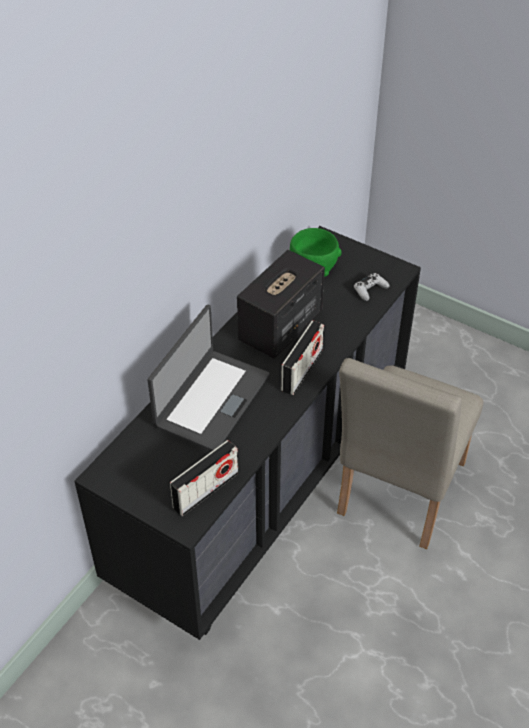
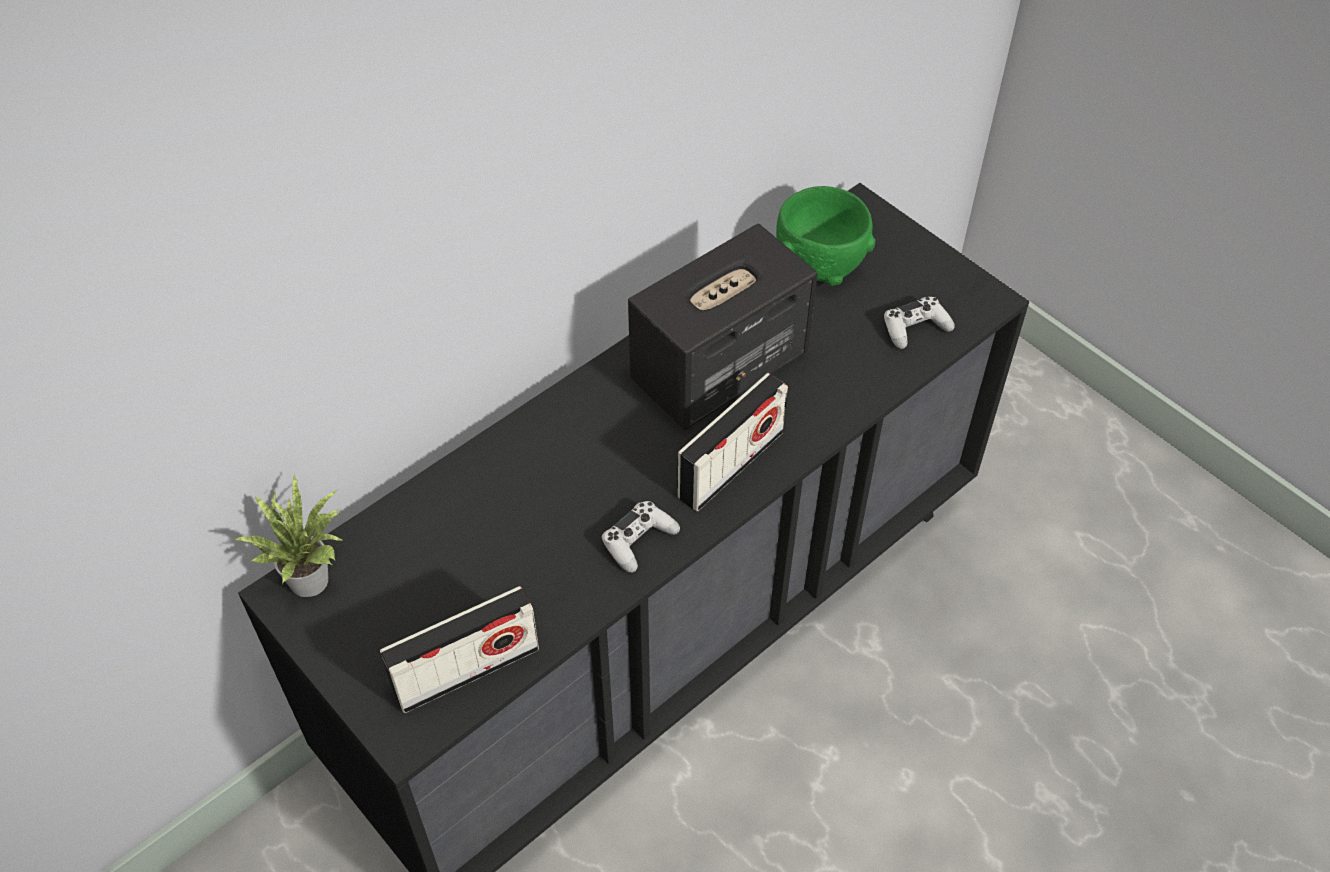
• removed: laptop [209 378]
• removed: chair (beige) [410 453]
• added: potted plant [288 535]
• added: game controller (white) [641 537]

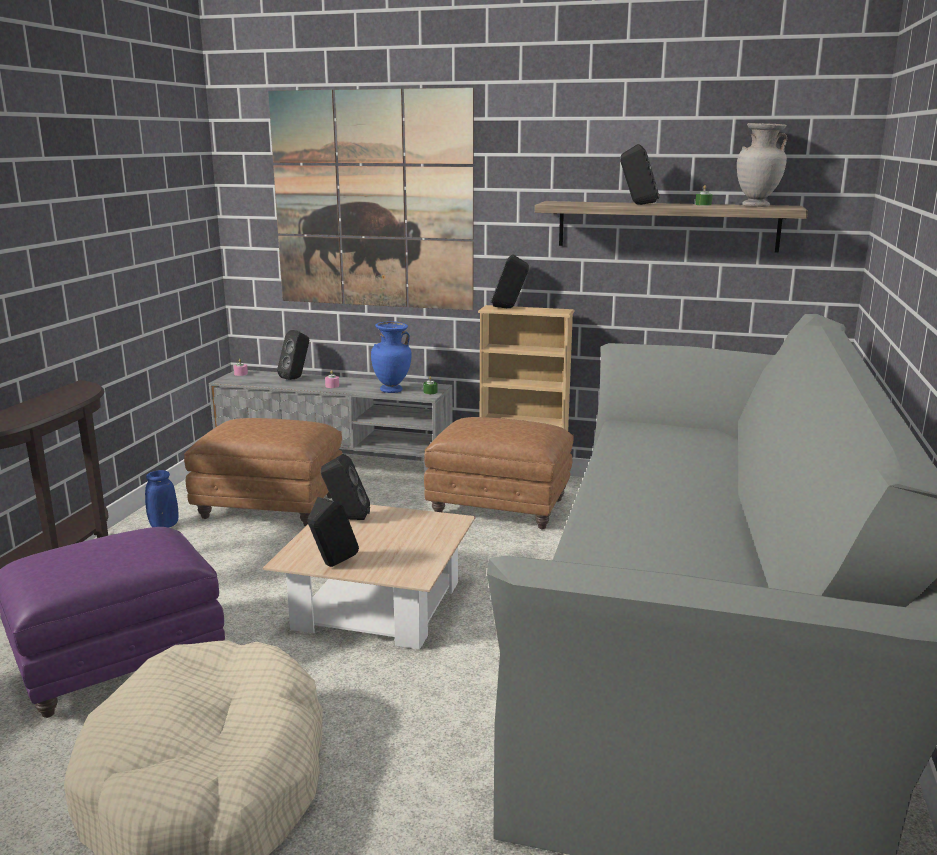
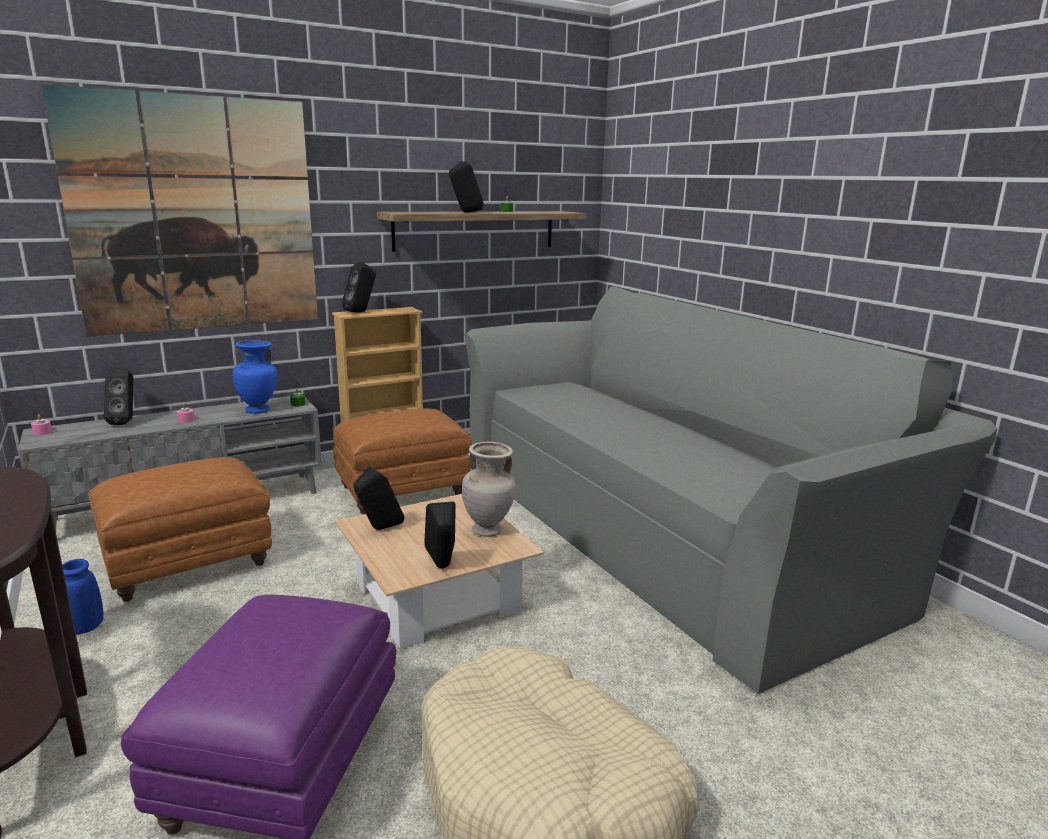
• moved: vase (beige) [762 165] to [489 489]

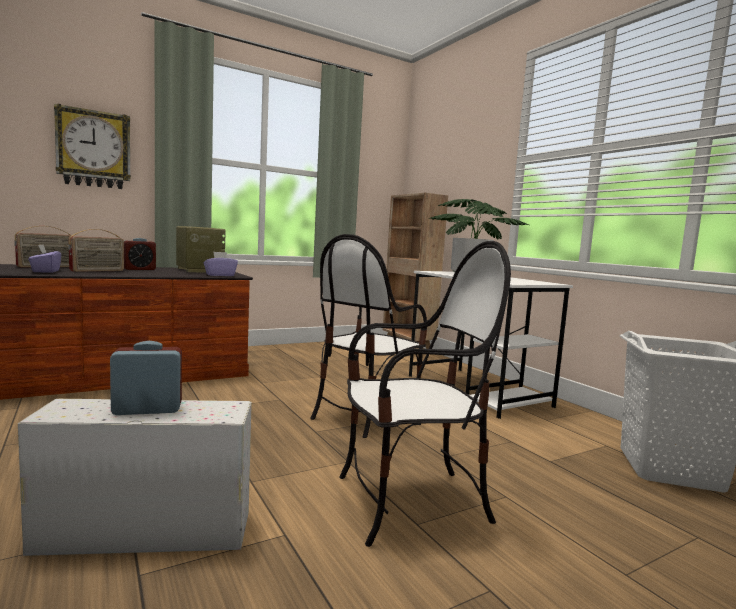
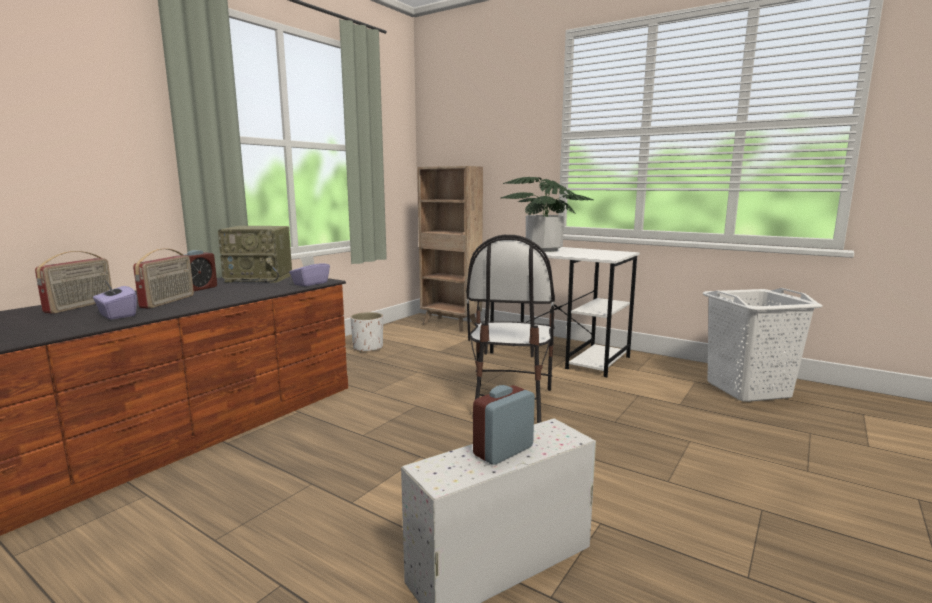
• removed: wall clock [92 146]
• removed: chair [425 394]
• added: planter (white) [366 332]
• turned: radio [200 249] = [255 254] 150 degrees clockwise

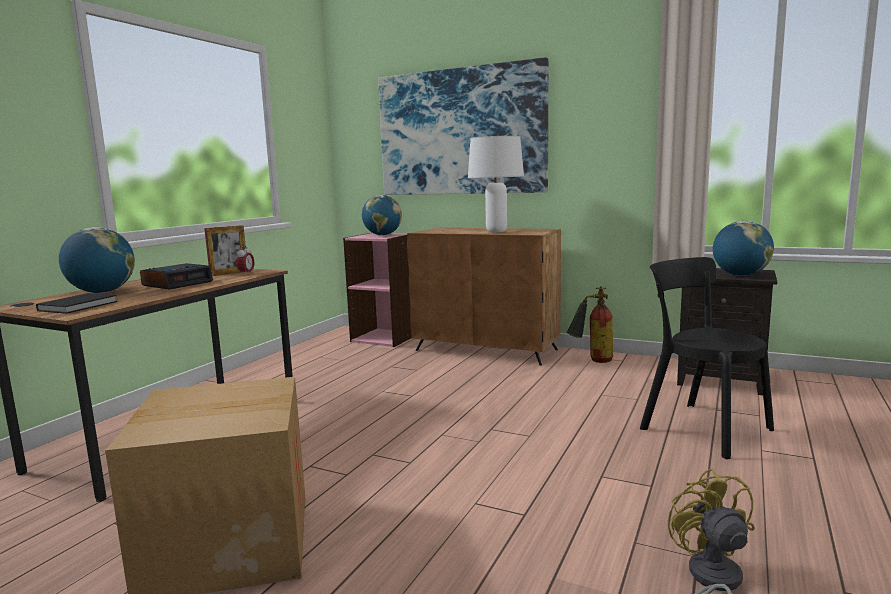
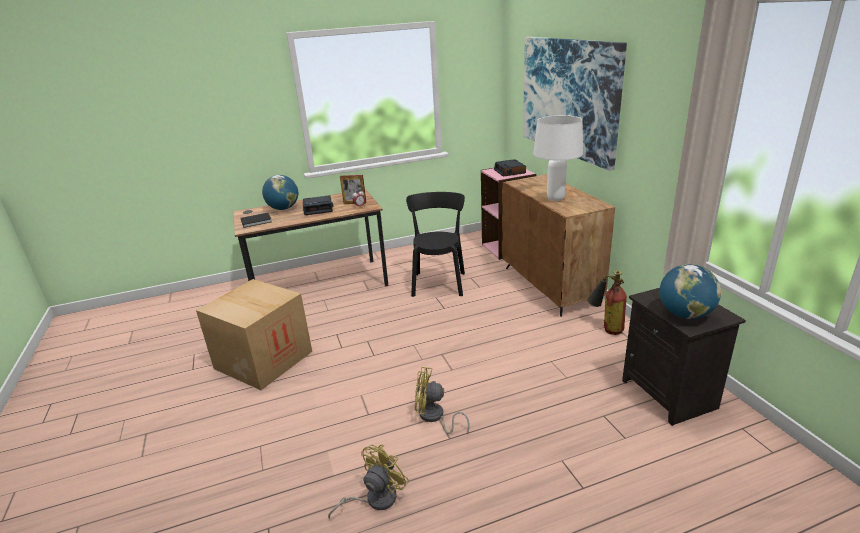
• added: fan (yellow) [442 400]
• moved: chair (black) [707 358] to [435 244]
• replaced: globe [382 215] to alarm clock [510 168]

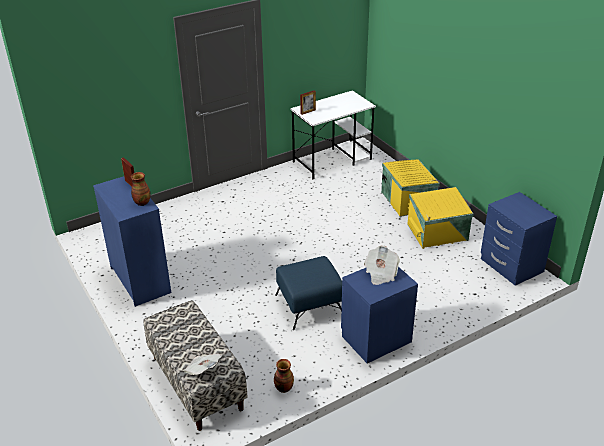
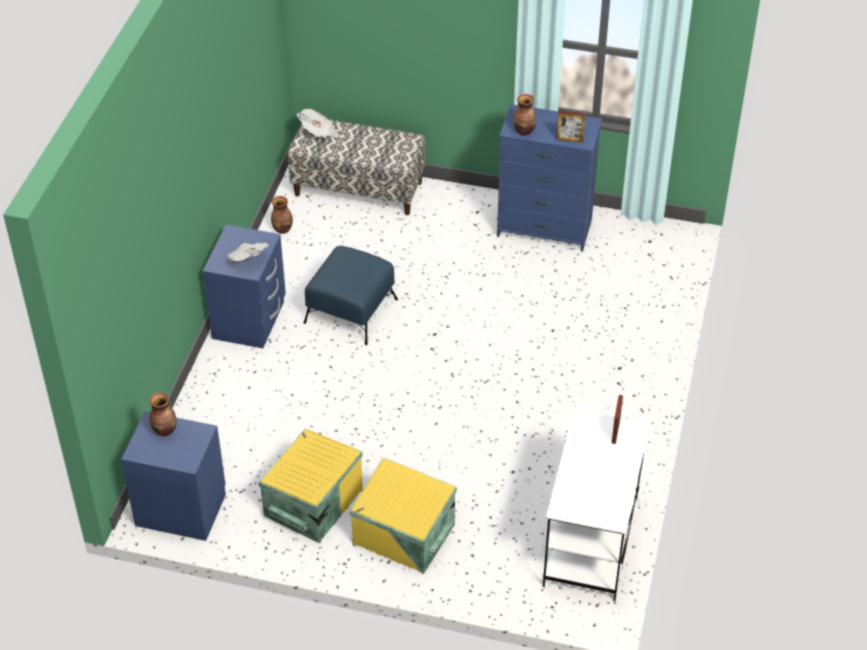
• added: vase [163 414]

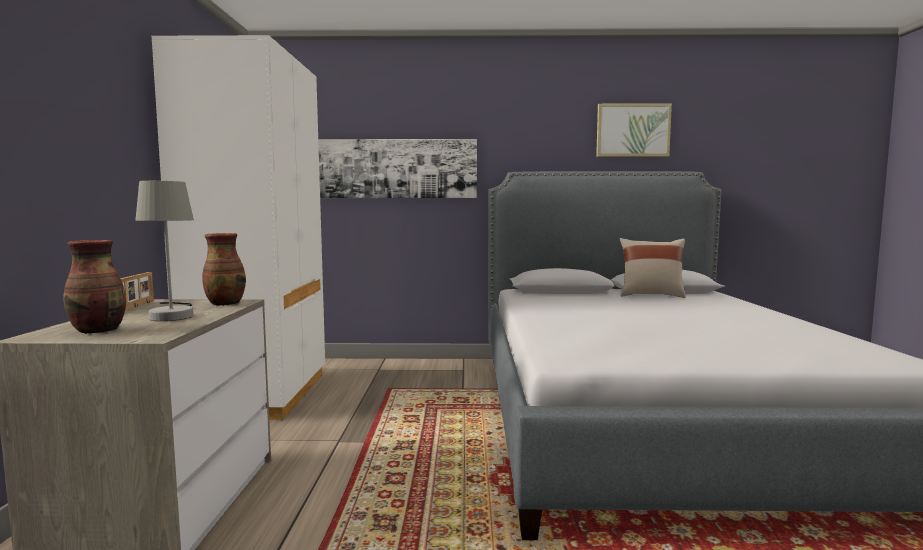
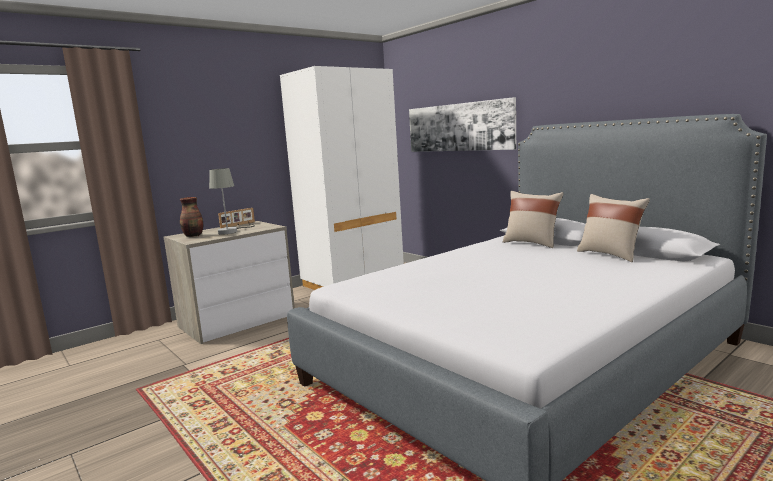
• removed: vase [224 269]
• removed: picture [634 130]
• added: pillow (beige) [533 219]

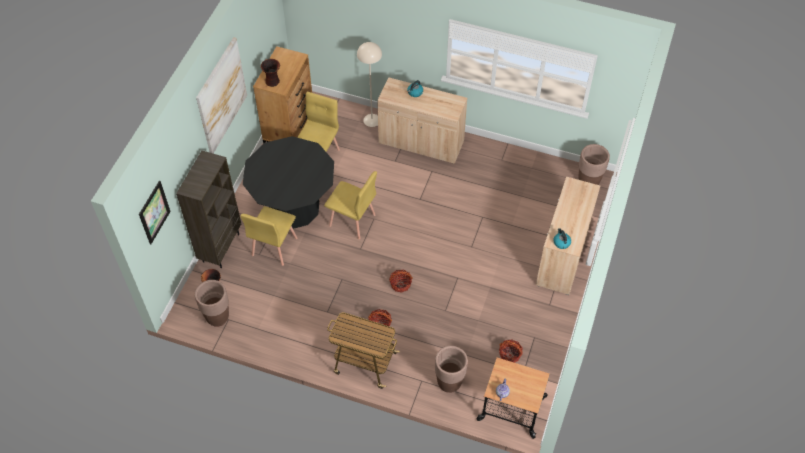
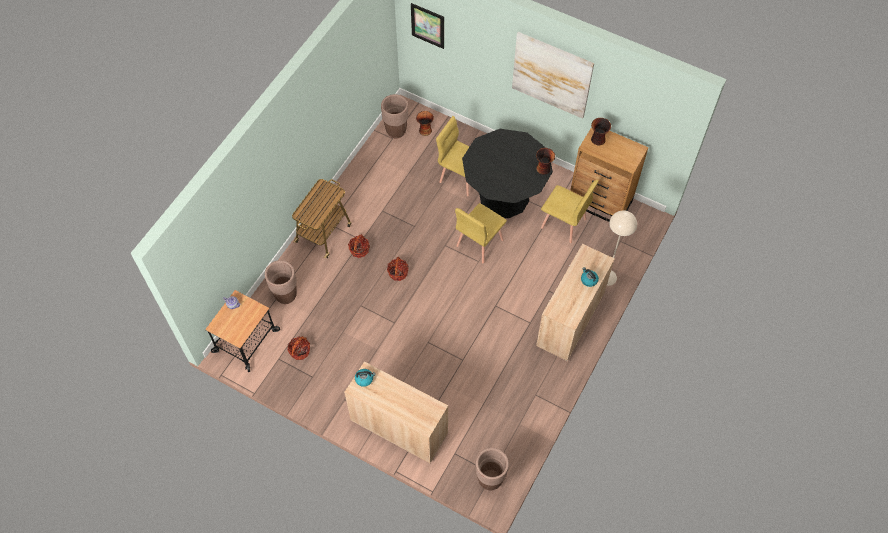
• removed: bookcase (brown) [208 209]
• added: vase [545 161]

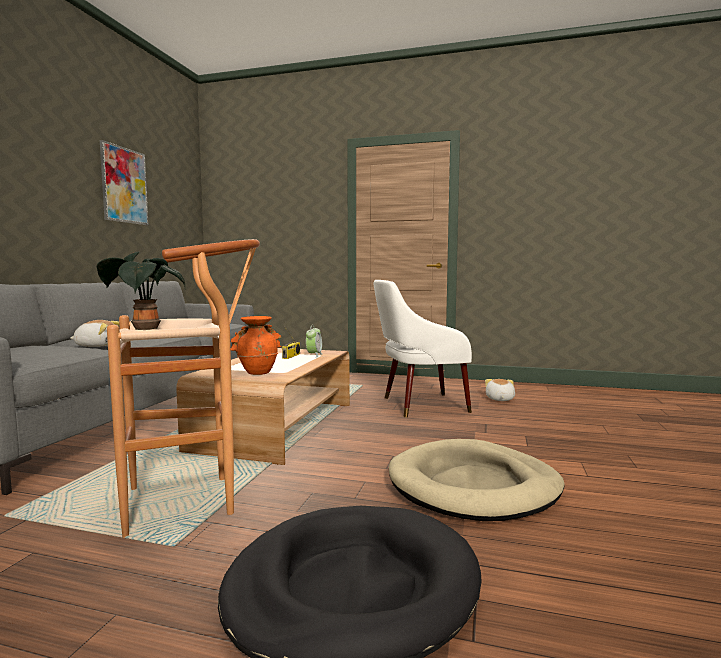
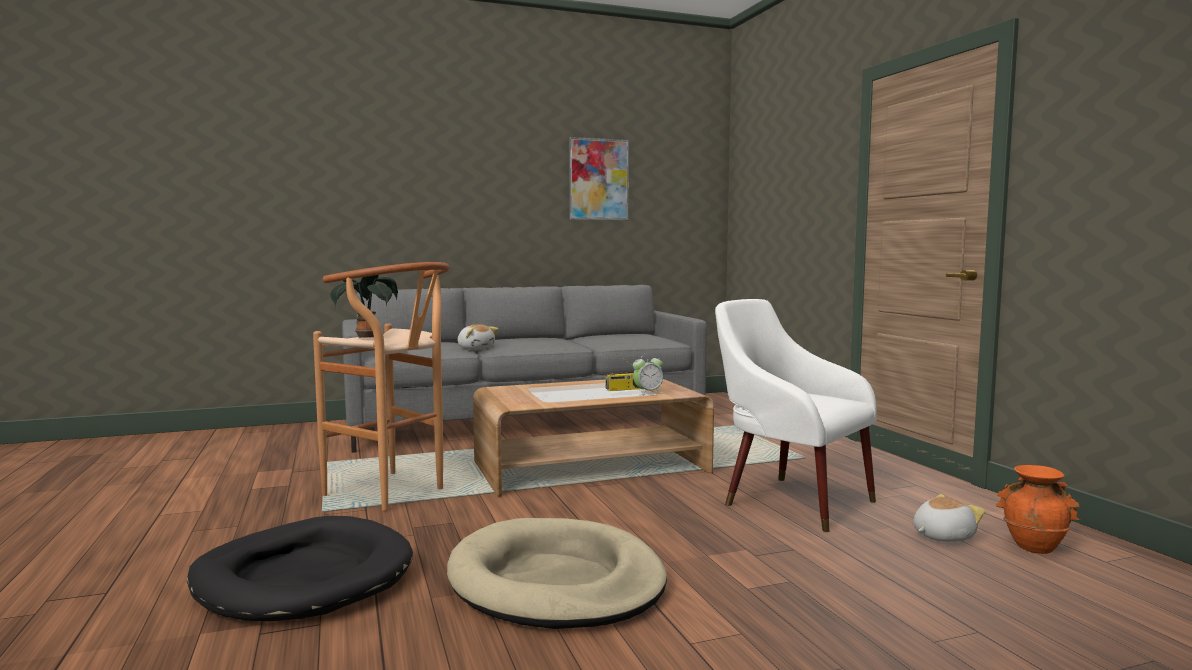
• moved: vase (orange) [256 345] to [1038 509]

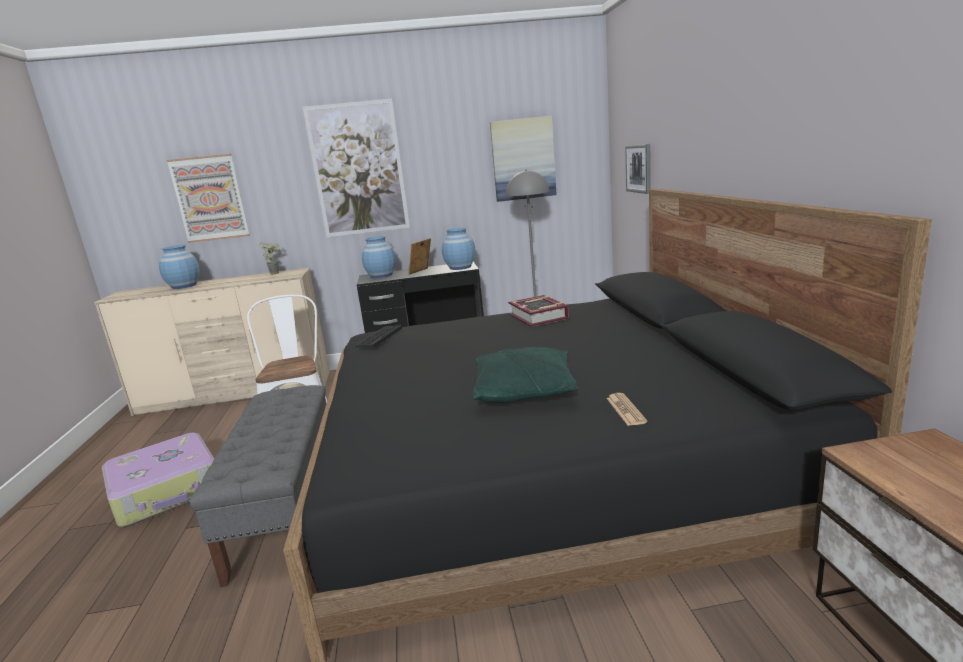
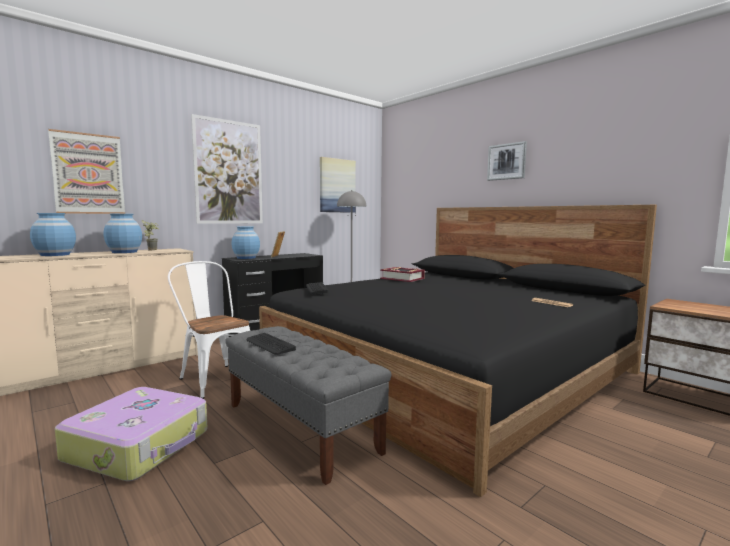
• removed: pillow (green) [525 375]
• added: keyboard [271 344]
• moved: vase (blue) [458 249] to [123 233]
• moved: picture [638 169] to [507 161]

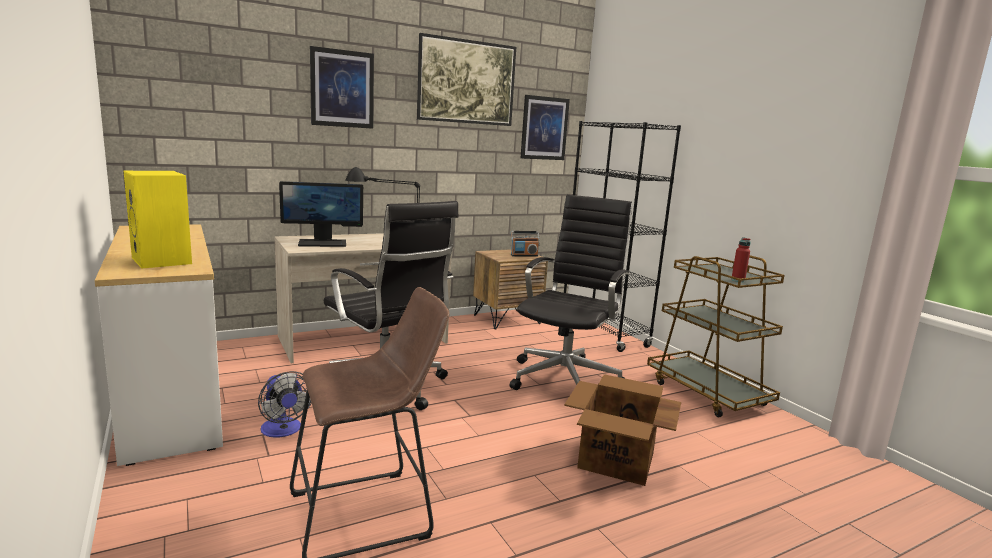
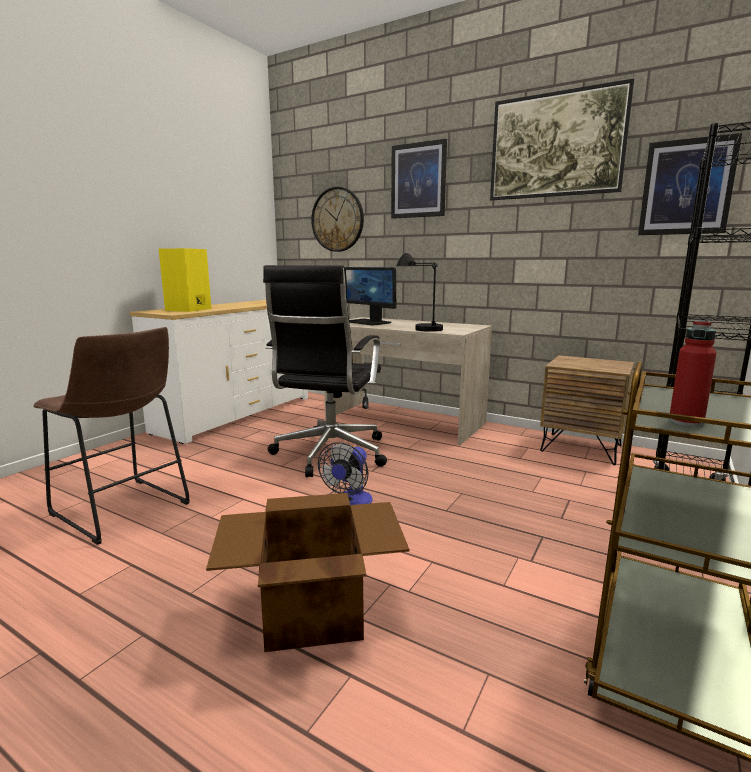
• removed: office chair (black) [571 292]
• removed: radio [525 244]
• added: wall clock [337 219]
• moved: fan [285 404] to [345 473]

